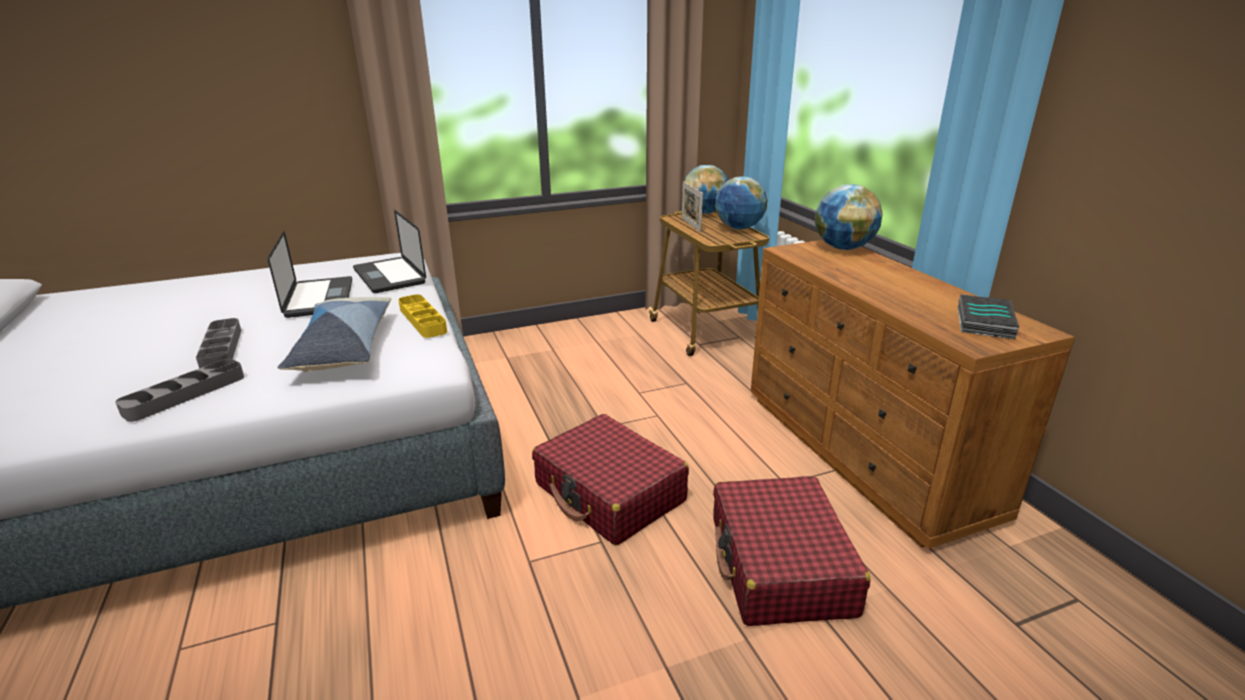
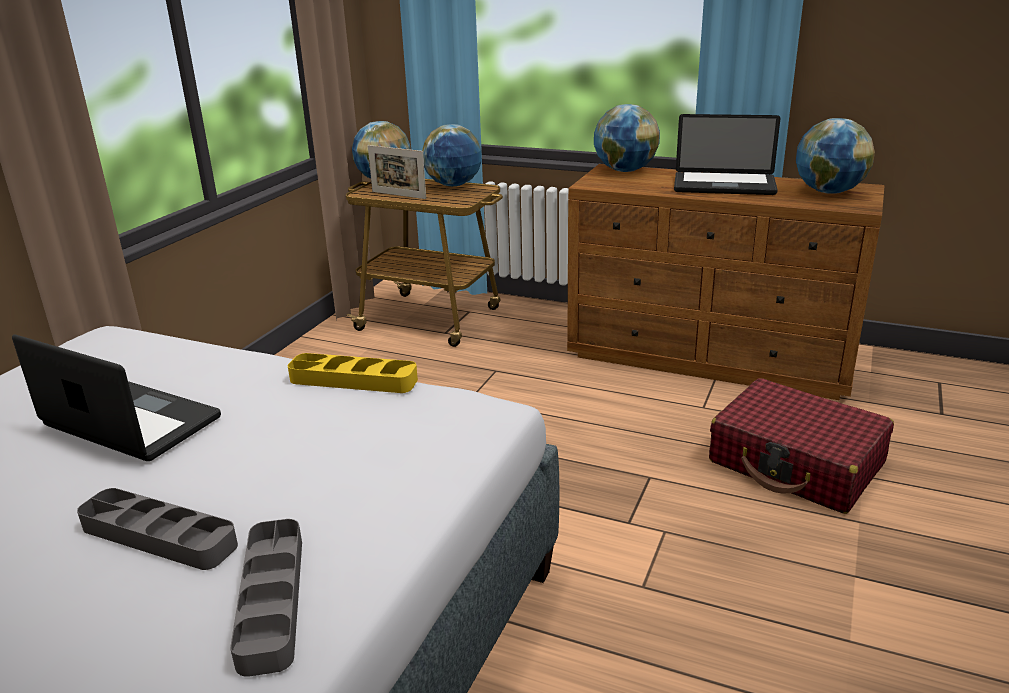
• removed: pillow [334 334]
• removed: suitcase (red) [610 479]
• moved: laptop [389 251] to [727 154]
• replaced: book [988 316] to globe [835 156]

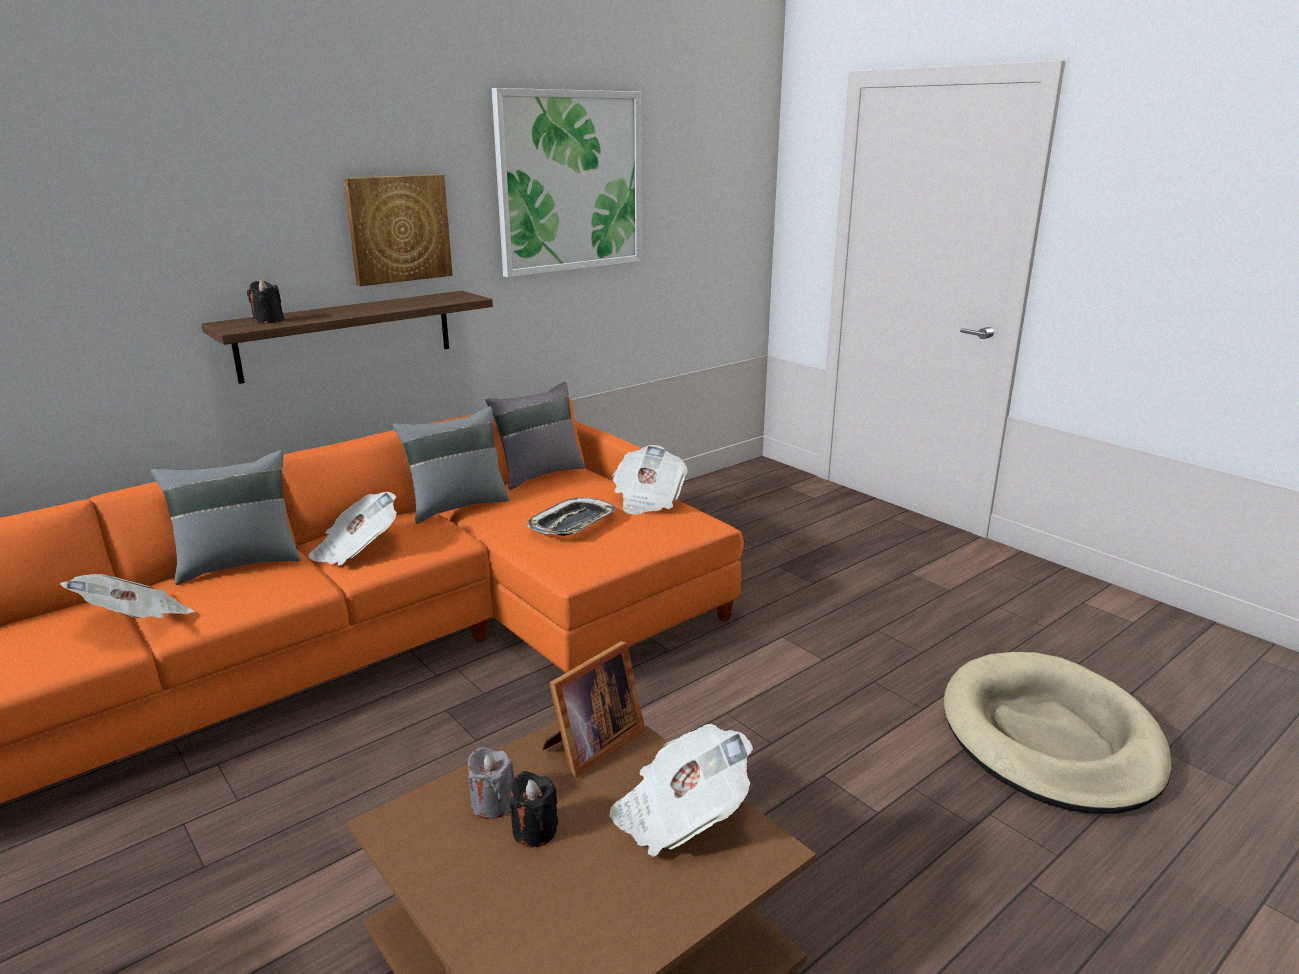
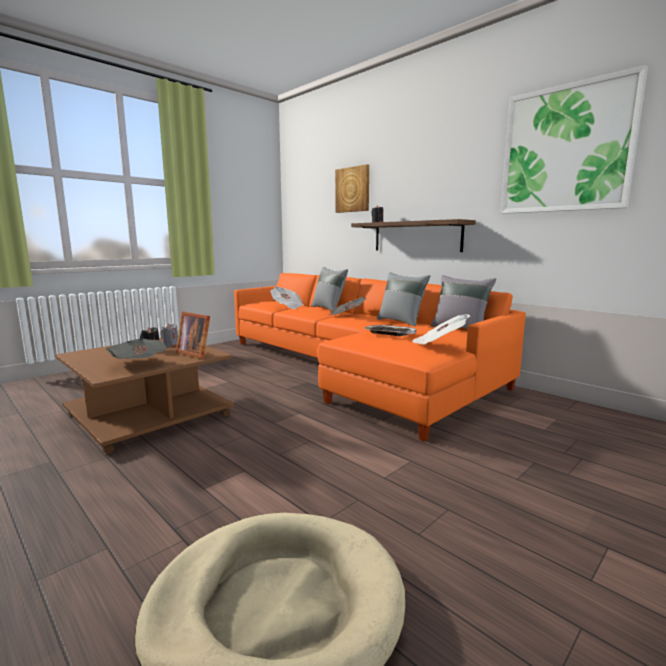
• moved: picture [398 230] to [352 188]

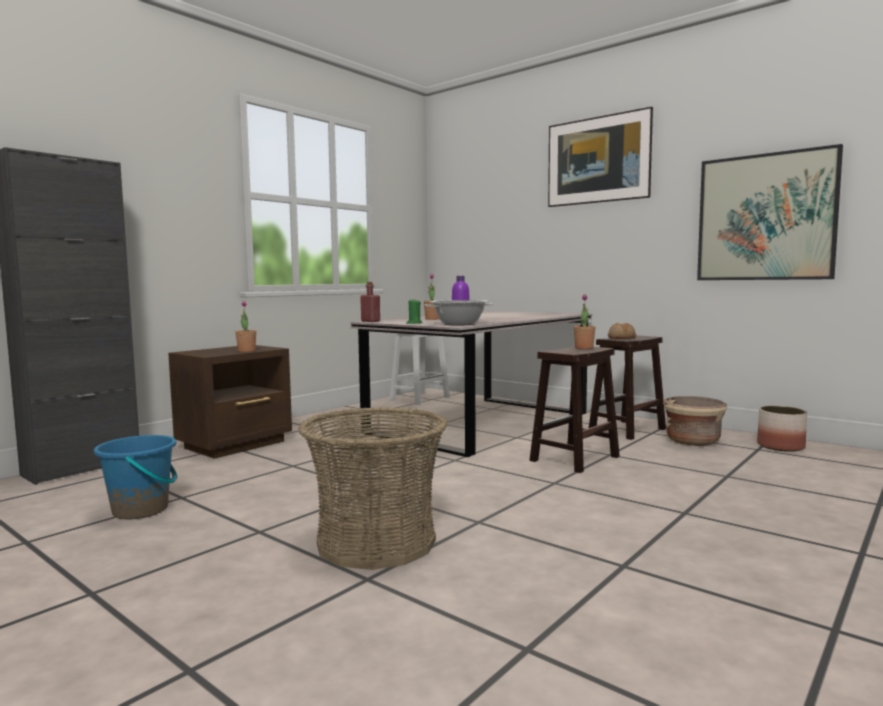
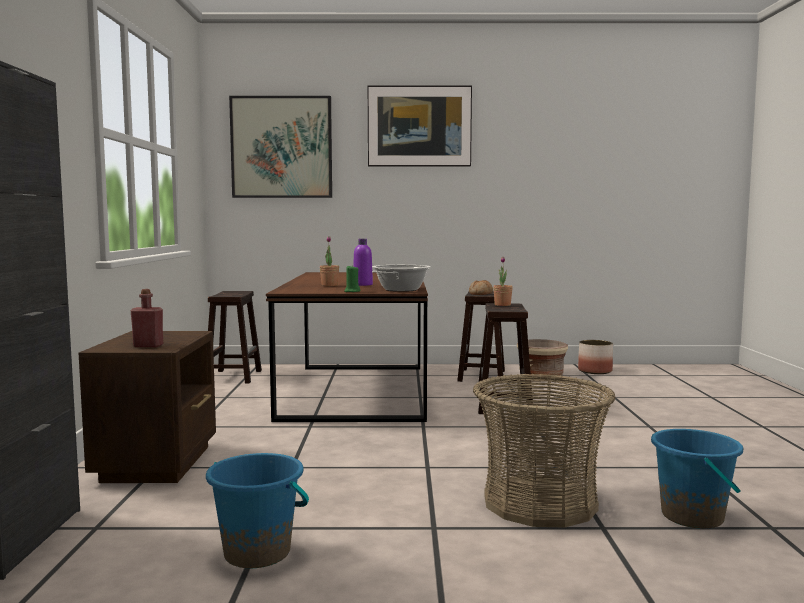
• removed: potted plant [246 326]
• added: bucket (blue) [697 479]
• moved: bottle (red) [370 302] to [147 318]
• moved: picture [770 212] to [280 147]
• recoloured: dining table (grey) [471 384] to dining table (brown) [347 347]
• recoloured: stool (white) [420 369] to stool (brown) [235 337]

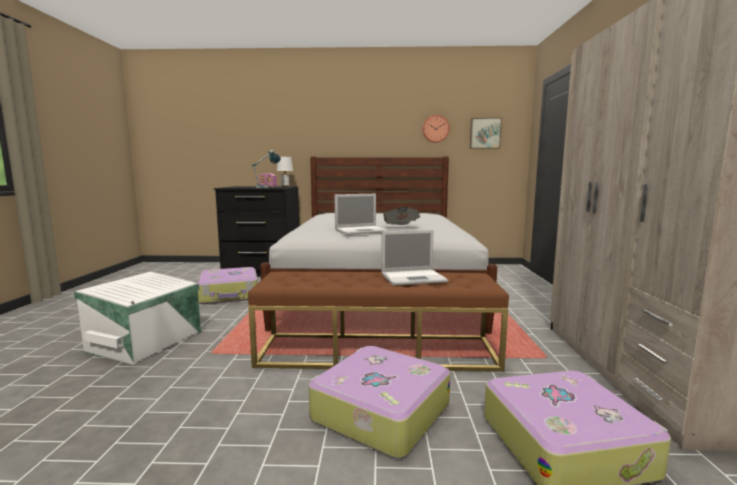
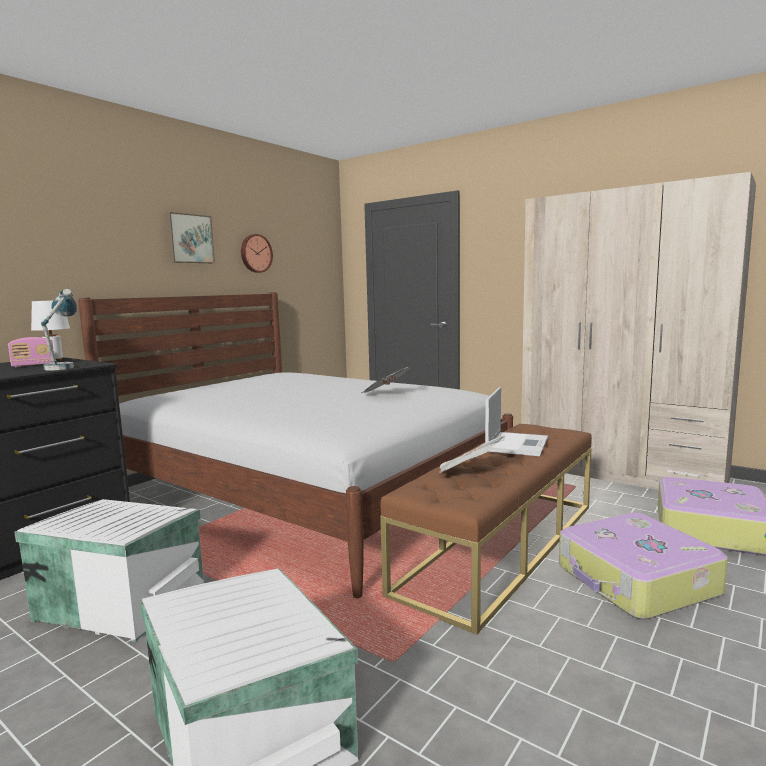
• removed: laptop [362 214]
• added: newspaper [473 454]
• moved: picture [486 133] to [190 237]
• replaced: suitcase [227 285] to storage box (white) [109 570]

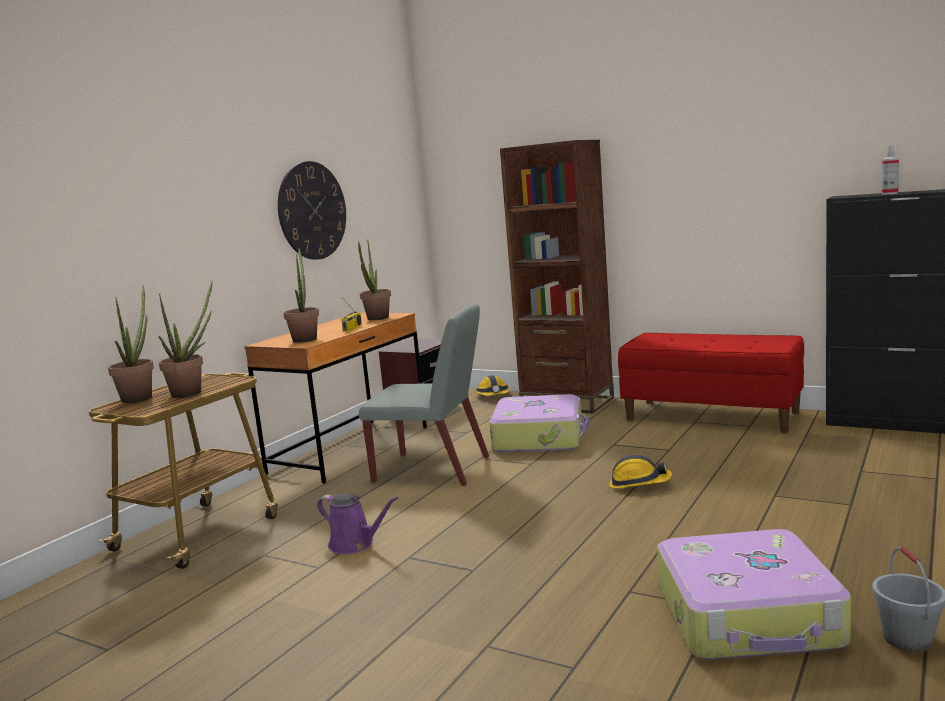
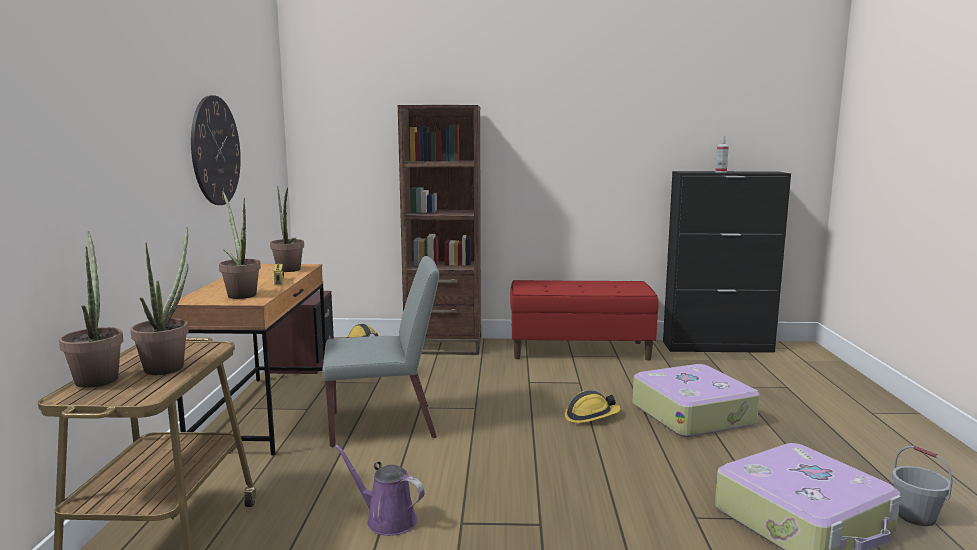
• moved: suitcase [539 423] to [696 400]
• turned: watering can (purple) [357 523] = [380 490] 150 degrees counterclockwise

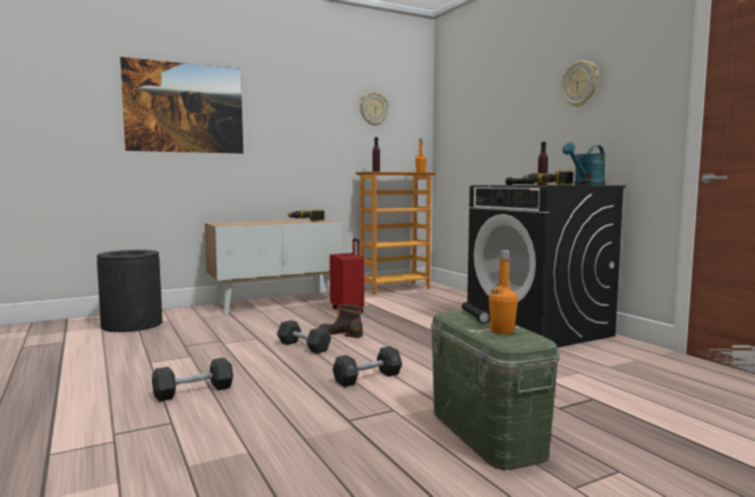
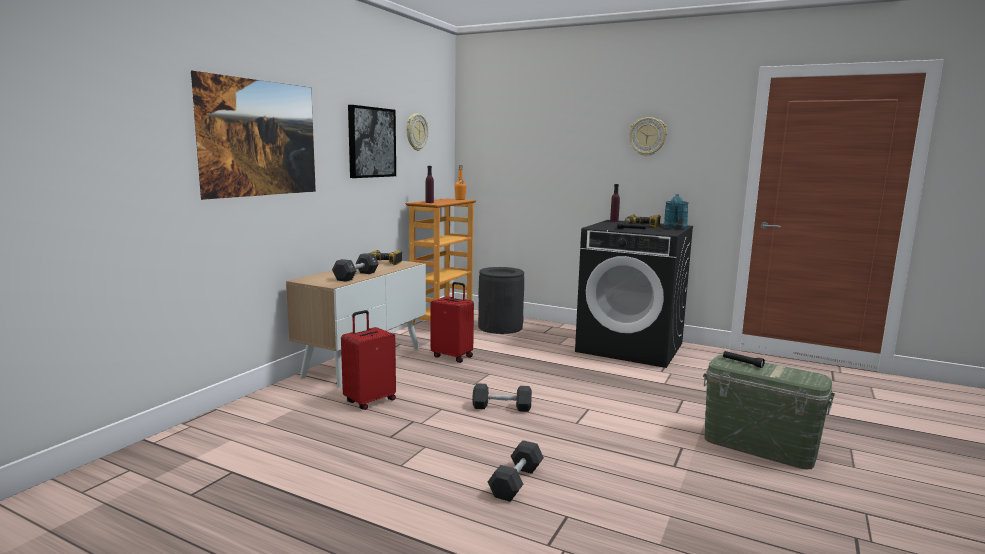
• removed: boot [341 321]
• removed: bottle (orange) [503 292]
• added: suitcase (red) [368 360]
• added: picture [372 141]
• moved: trash can (black) [129 291] to [501 300]
• moved: dumbbell (black) [367 366] to [355 267]

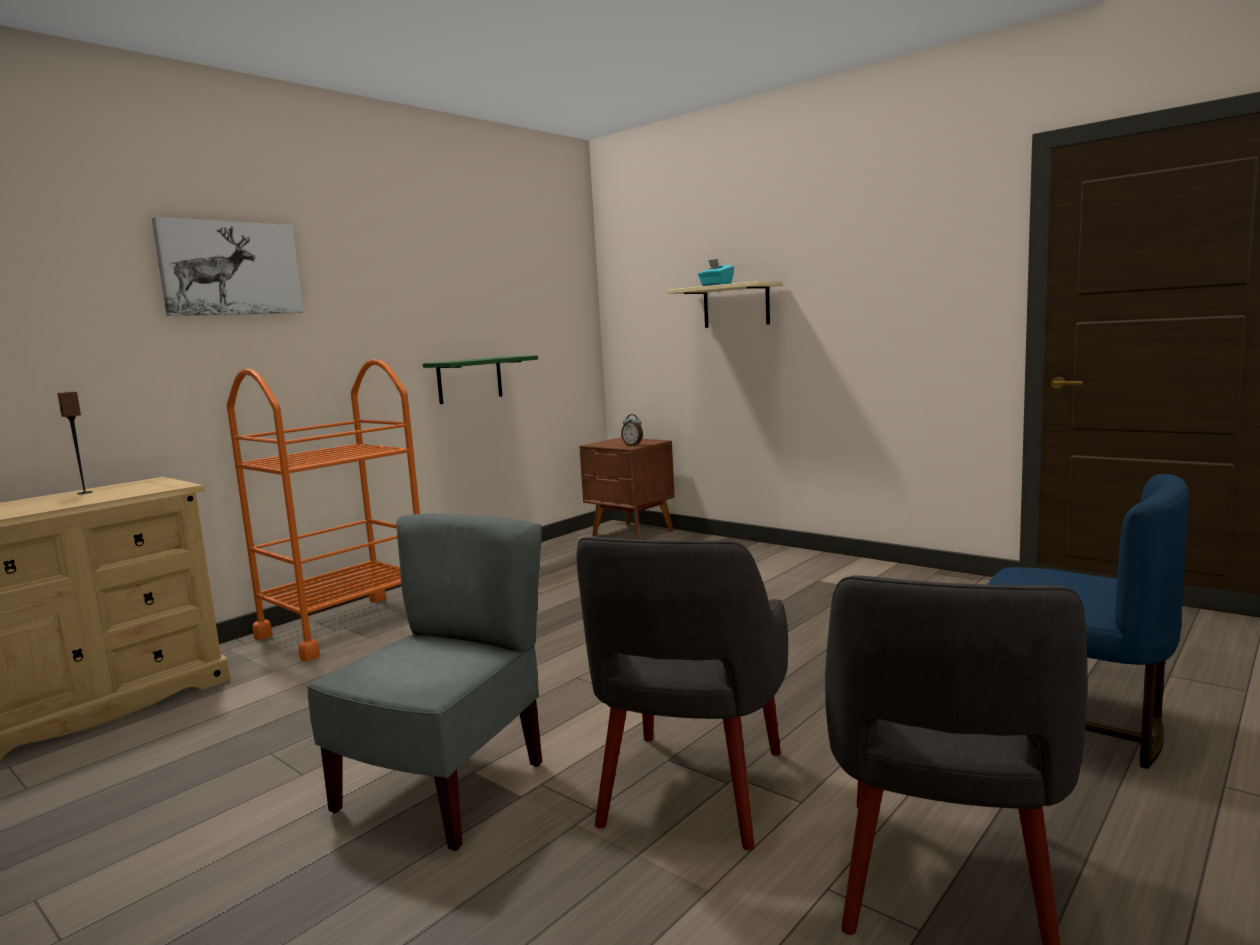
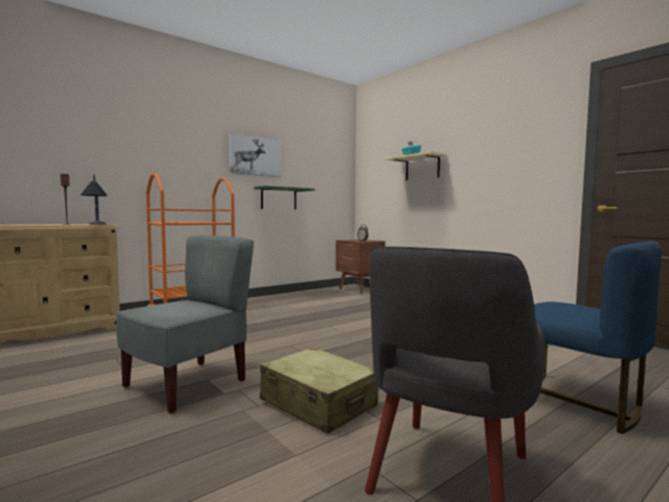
• added: table lamp [94 199]
• moved: picture [227 266] to [255 155]
• replaced: armchair (grey) [682 694] to suitcase (beige) [319 390]

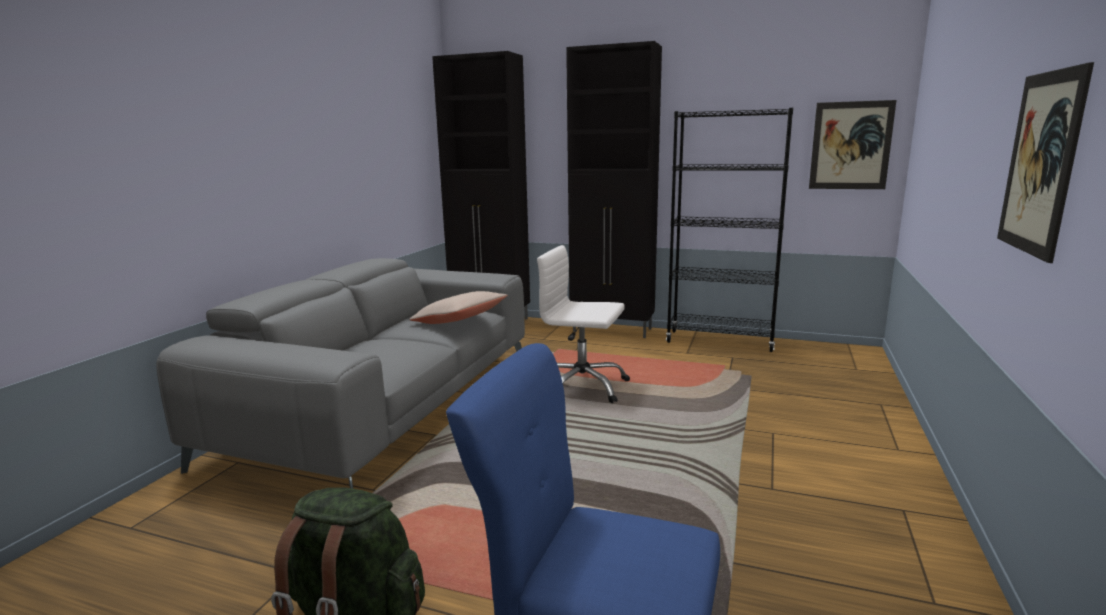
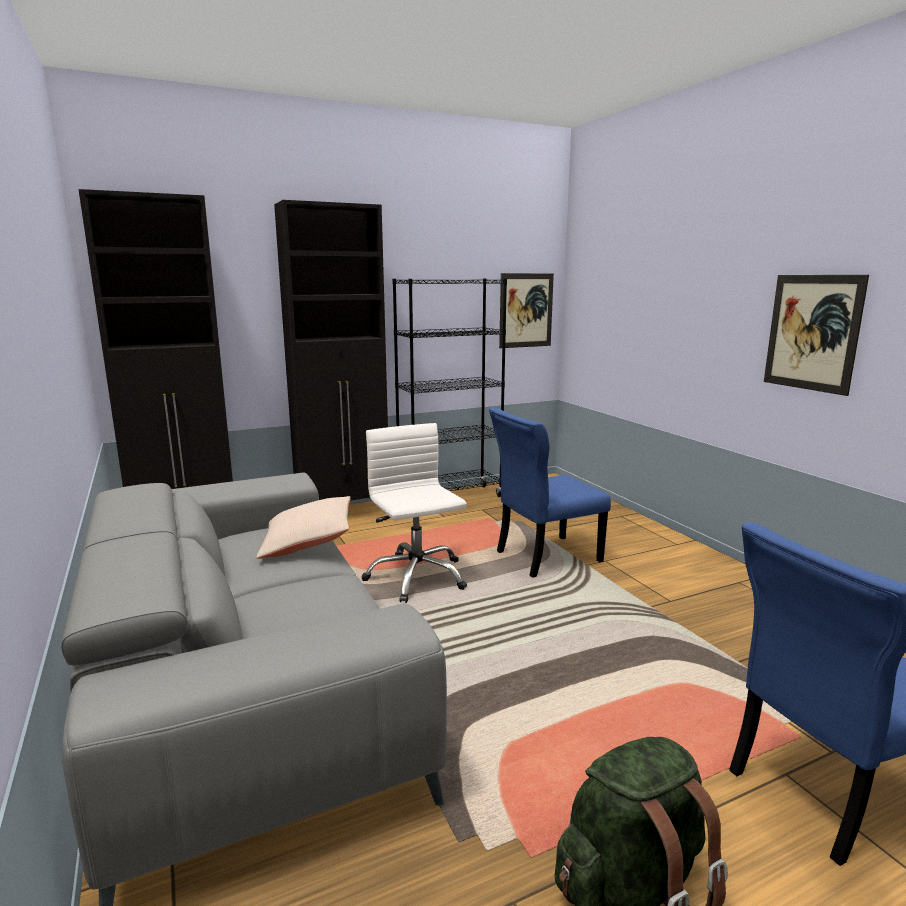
• added: chair (blue) [550 492]
• turned: office chair (white) [583 324] = [414 513] 90 degrees clockwise

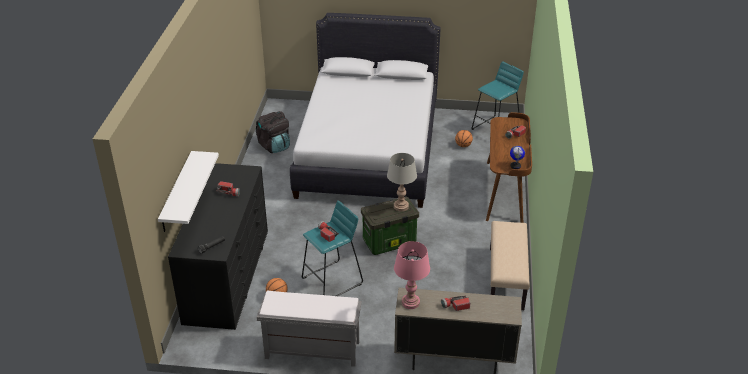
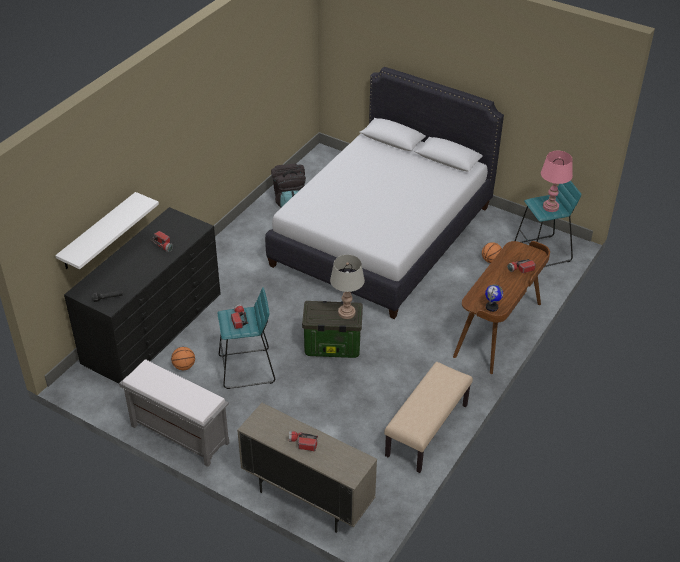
• moved: table lamp (pink) [412 275] to [557 181]

